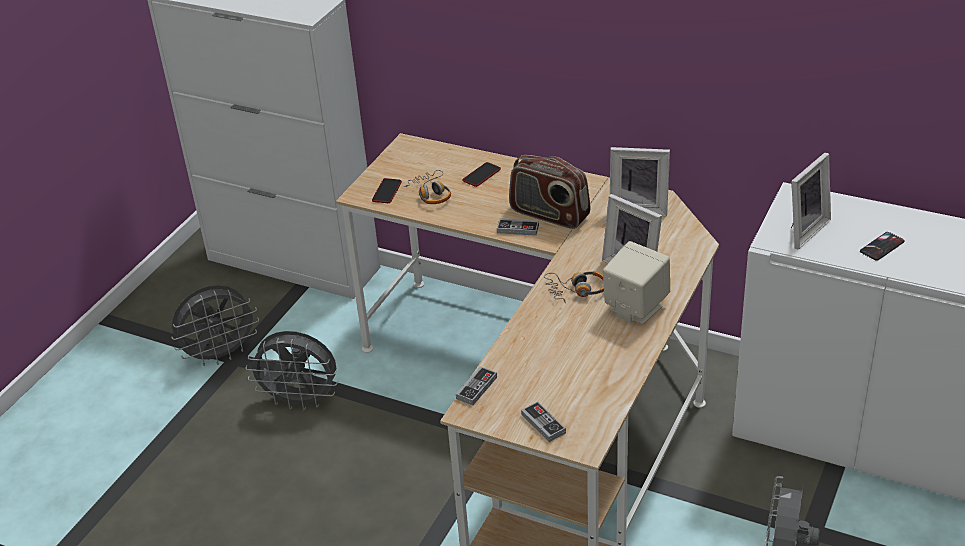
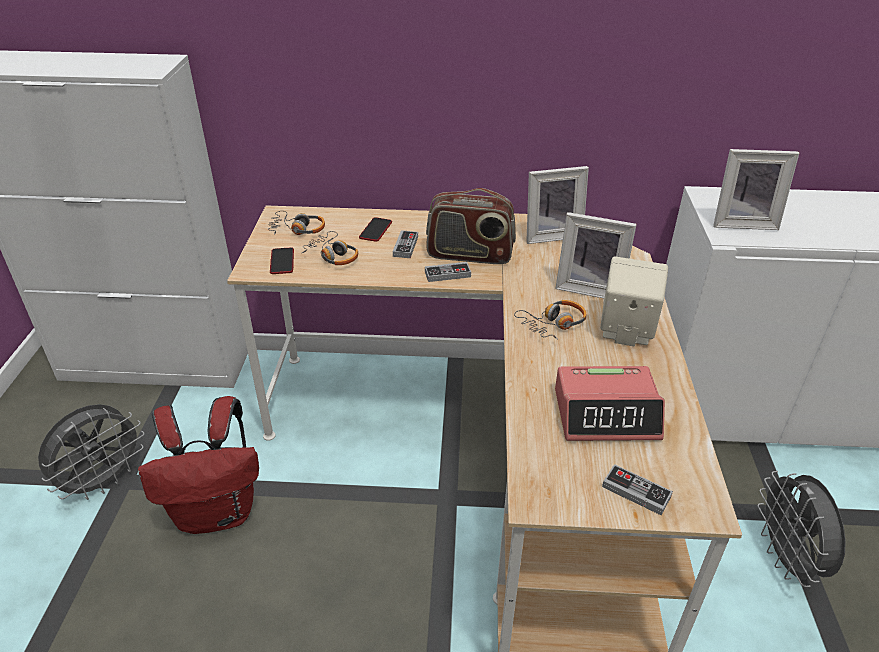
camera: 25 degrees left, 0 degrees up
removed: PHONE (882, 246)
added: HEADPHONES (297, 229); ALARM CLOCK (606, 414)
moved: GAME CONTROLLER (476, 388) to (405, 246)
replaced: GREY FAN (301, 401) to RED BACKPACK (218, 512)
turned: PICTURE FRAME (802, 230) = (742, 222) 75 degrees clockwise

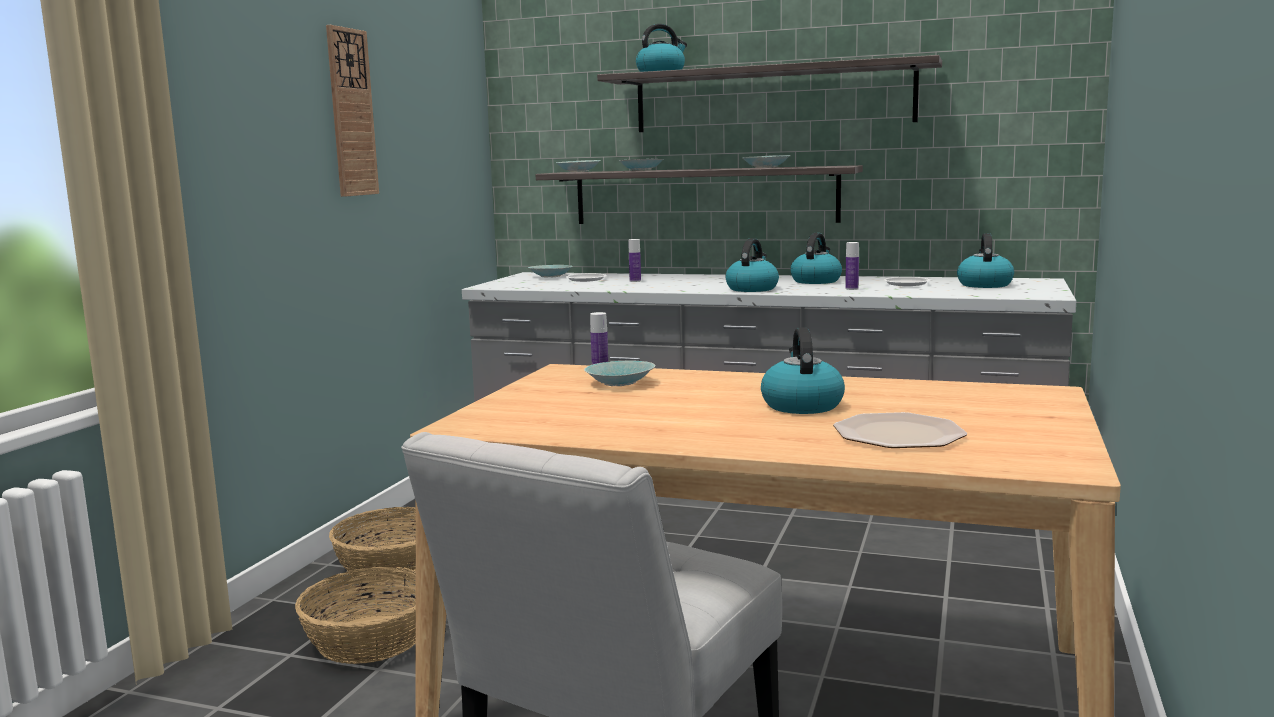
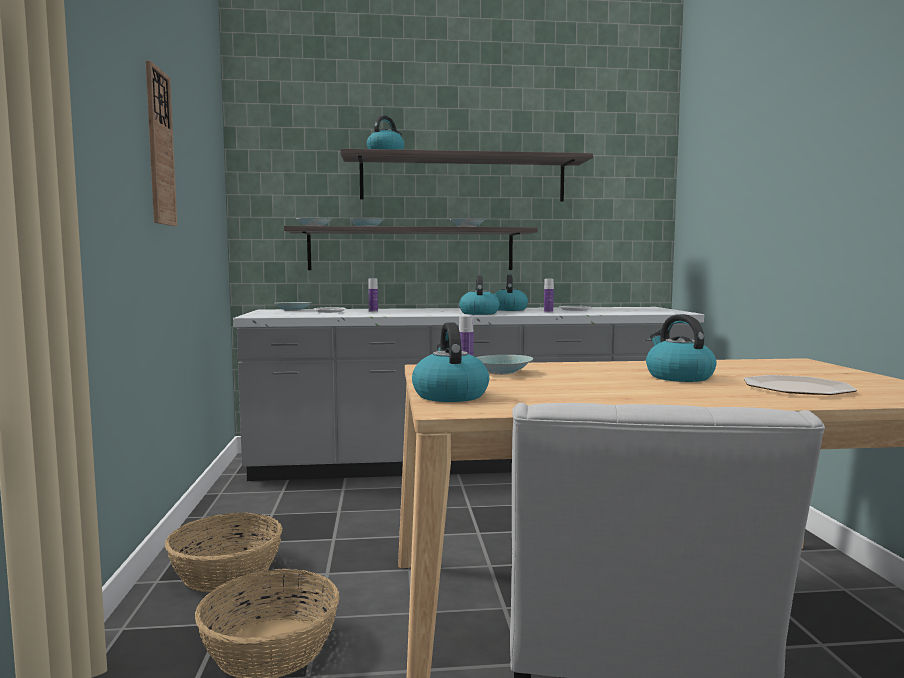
camera: 25 degrees left, 5 degrees down
moved: KETTLE (984, 285) to (449, 395)

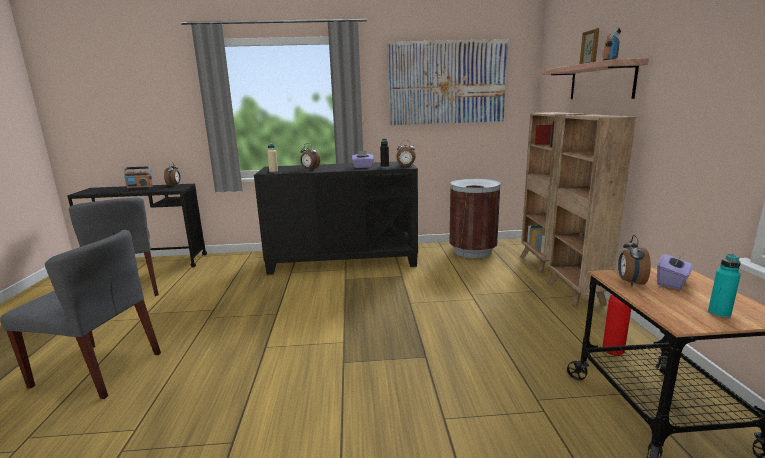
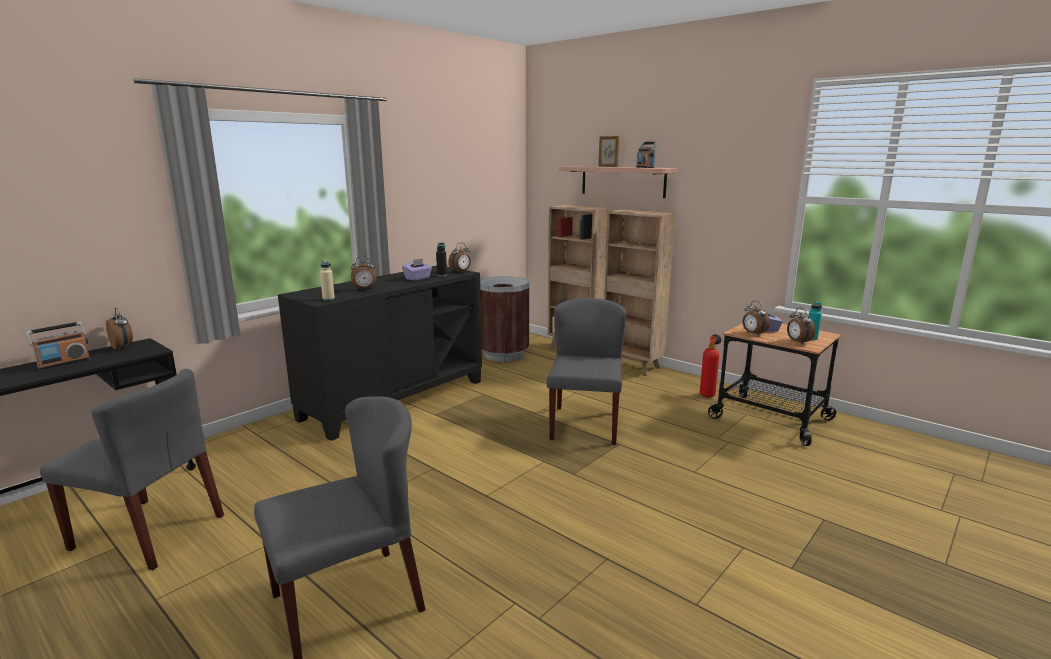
camera: 45 degrees left, 0 degrees up
removed: PICTURE (446, 83)
added: GREY CHAIR (585, 424); ALARM CLOCK (797, 342)

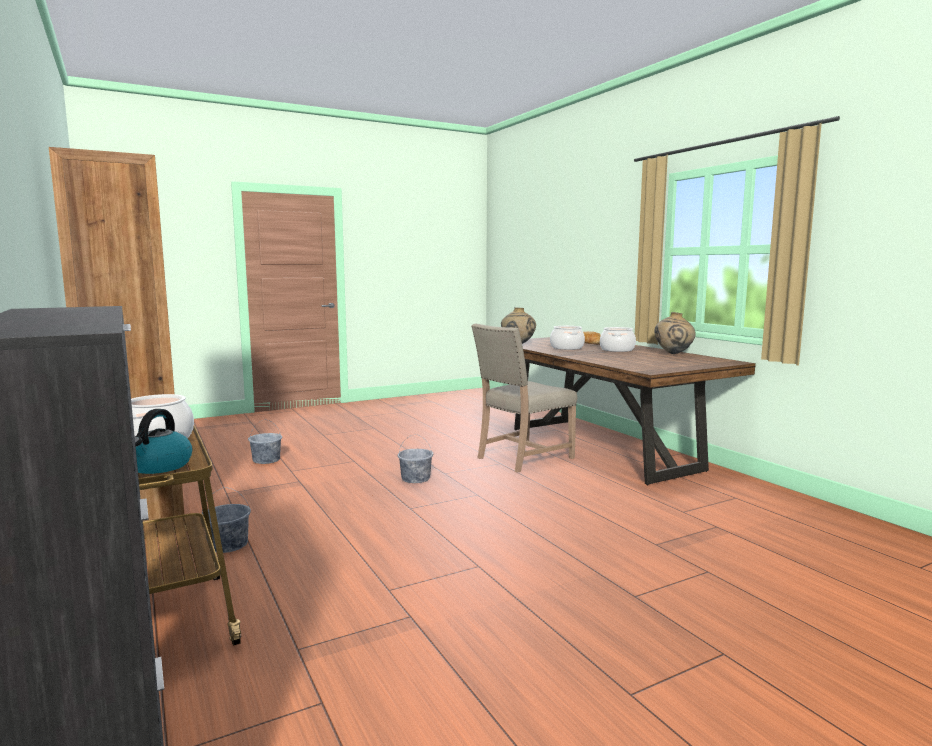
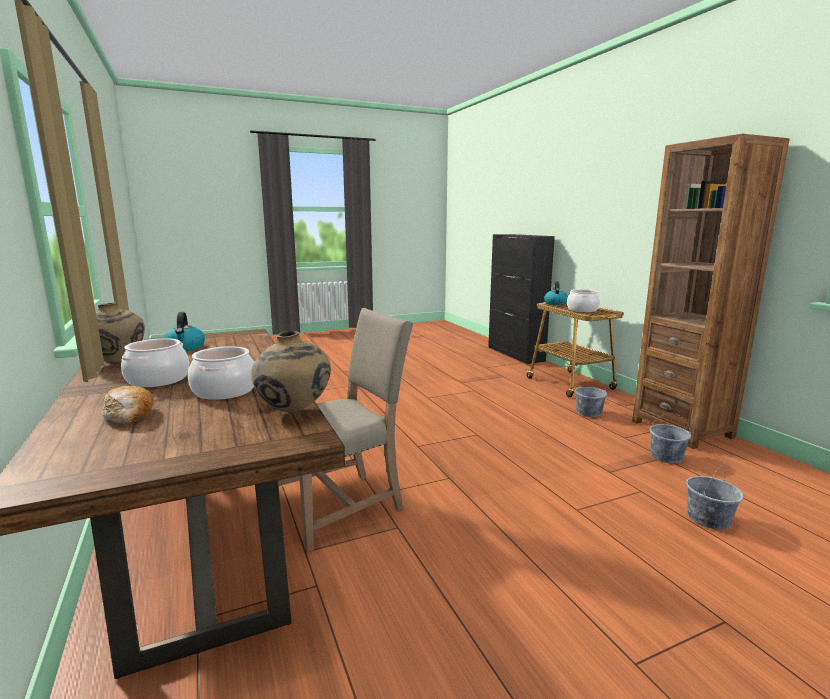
camera: 175 degrees left, 5 degrees up
added: KETTLE (185, 348)
moved: GREY BUCKET (415, 478) to (666, 457)

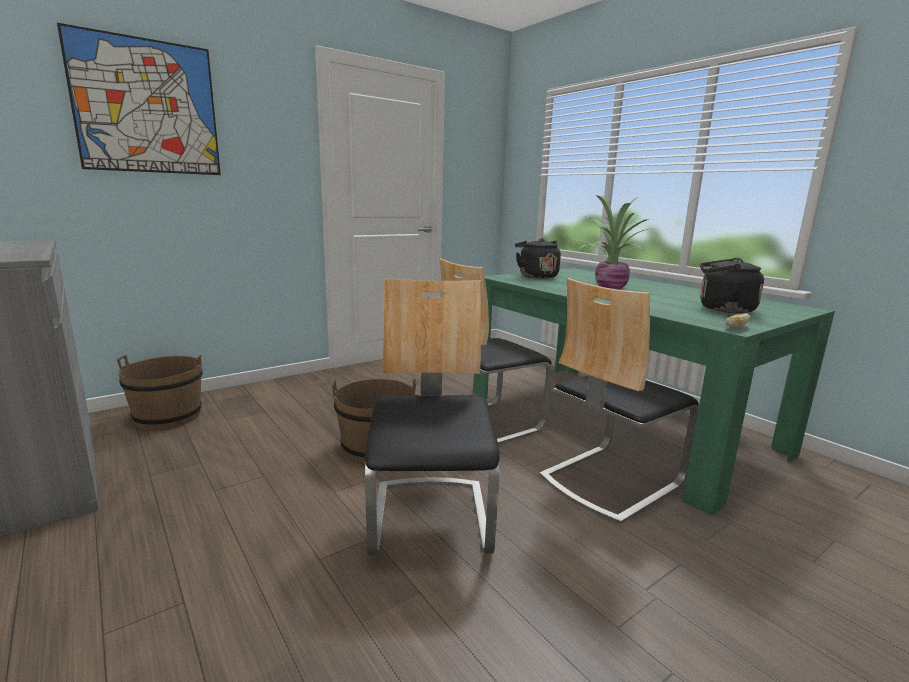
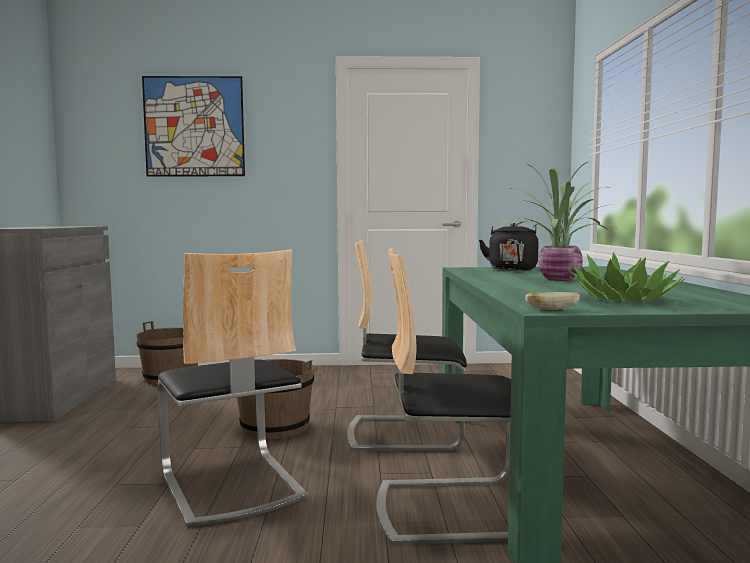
camera: 35 degrees right, 10 degrees down
replaced: BLACK KETTLE (722, 309) to POTTED PLANT (623, 299)
turned: CHAIR (431, 518) = (230, 485) 120 degrees clockwise

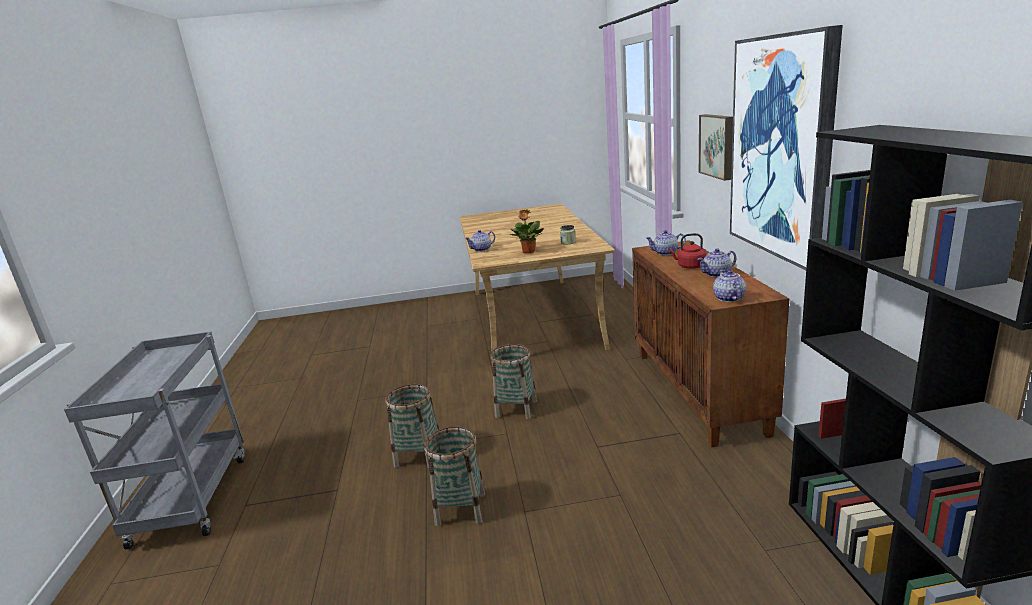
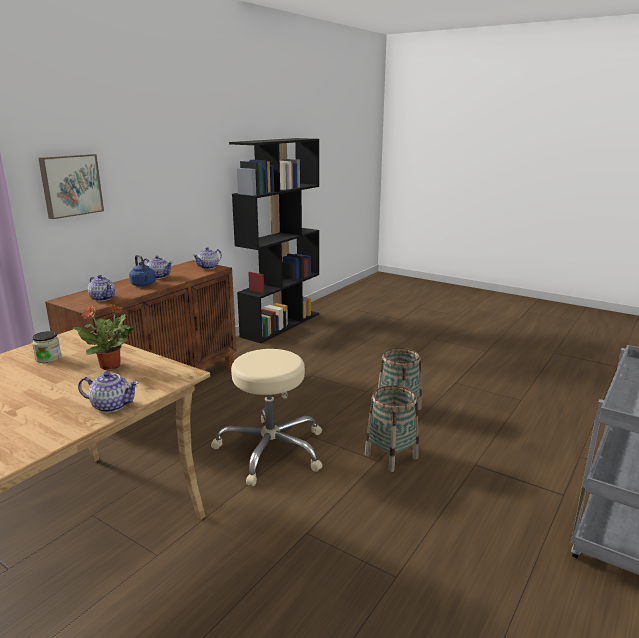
camera: 140 degrees left, 0 degrees up
removed: PICTURE (781, 147)
replaced: BASKET (516, 409) to BEIGE STOOL (272, 450)
recoloured: RED KETTLE (689, 266) to BLUE KETTLE (143, 285)

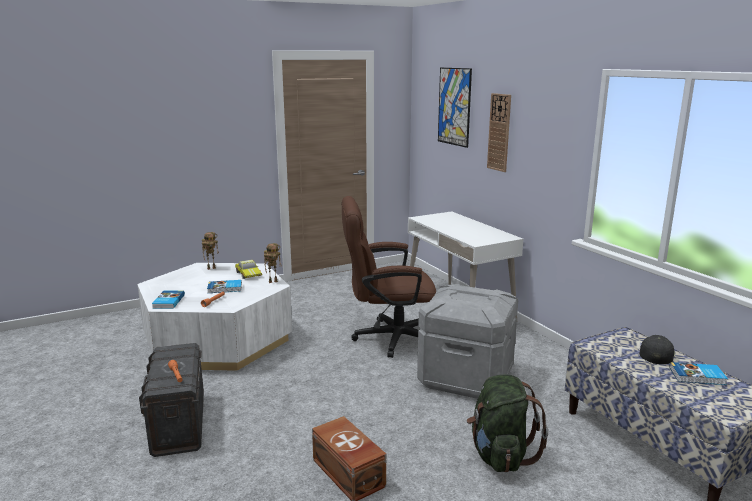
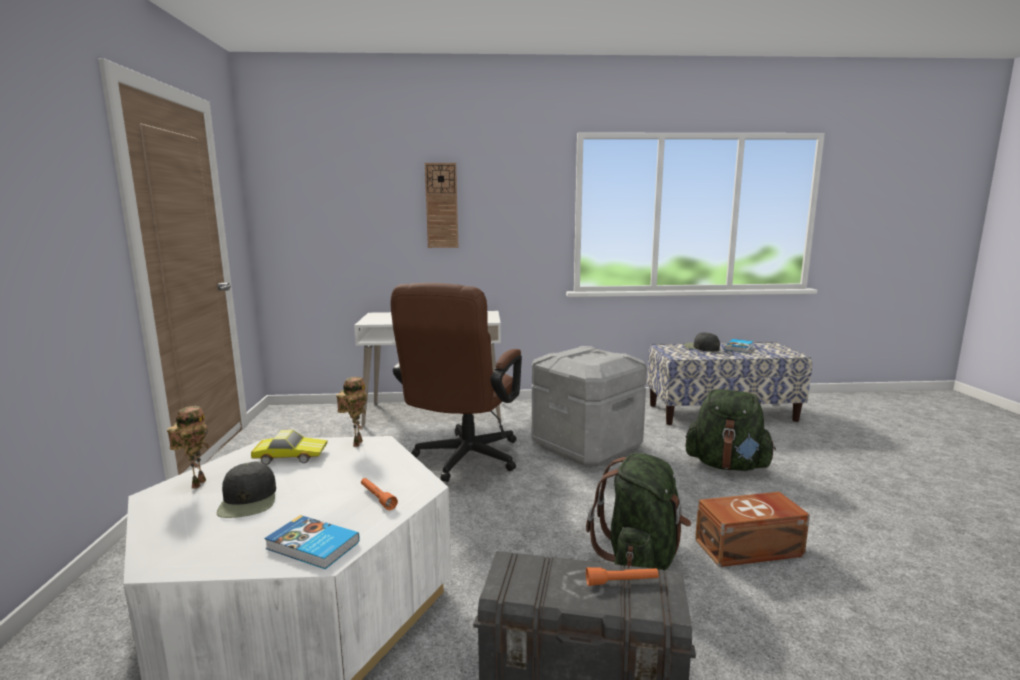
camera: 65 degrees left, 5 degrees down
removed: BOOK (225, 288); PICTURE (454, 106)
added: BLACK CAP (249, 500); GREEN BACKPACK (640, 558)

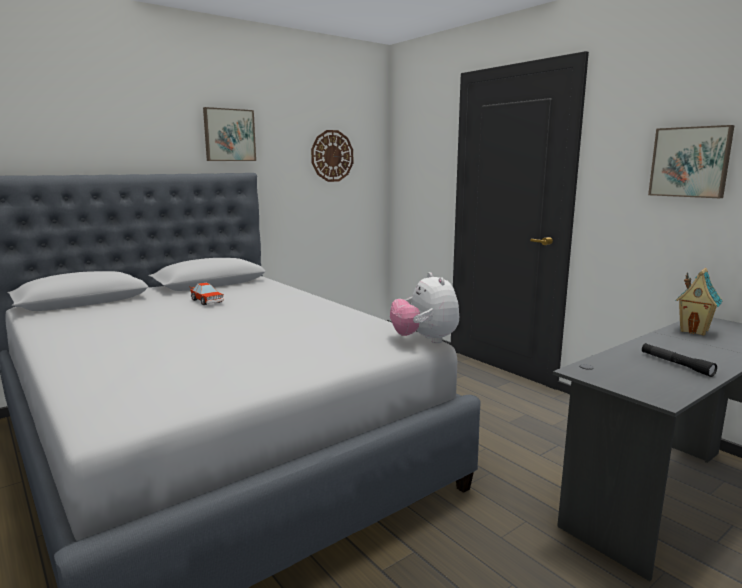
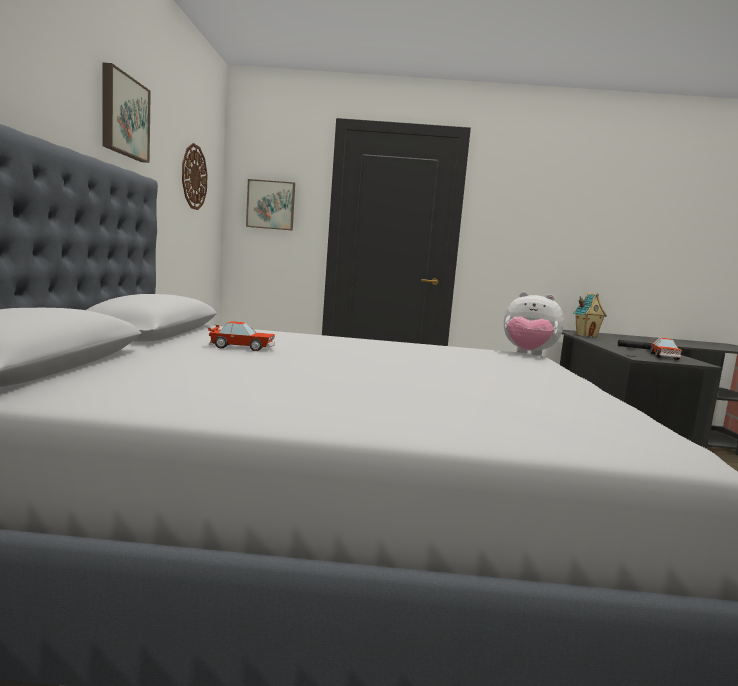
camera: 50 degrees left, 5 degrees down
added: TOY CAR (664, 356)
moved: PICTURE (690, 162) to (271, 205)

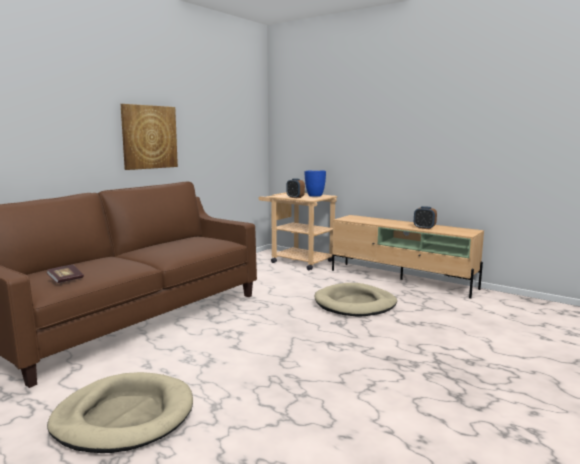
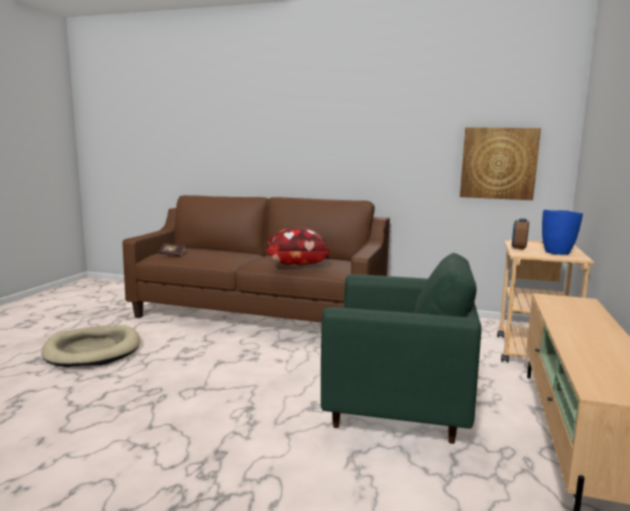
camera: 70 degrees right, 0 degrees up
removed: ALARM CLOCK (424, 228)
added: PILLOW (296, 263)
moved: PICTURE (149, 137) to (498, 163)
replaced: BEIGE DOG BED (355, 304) to GREEN ARMCHAIR (397, 410)

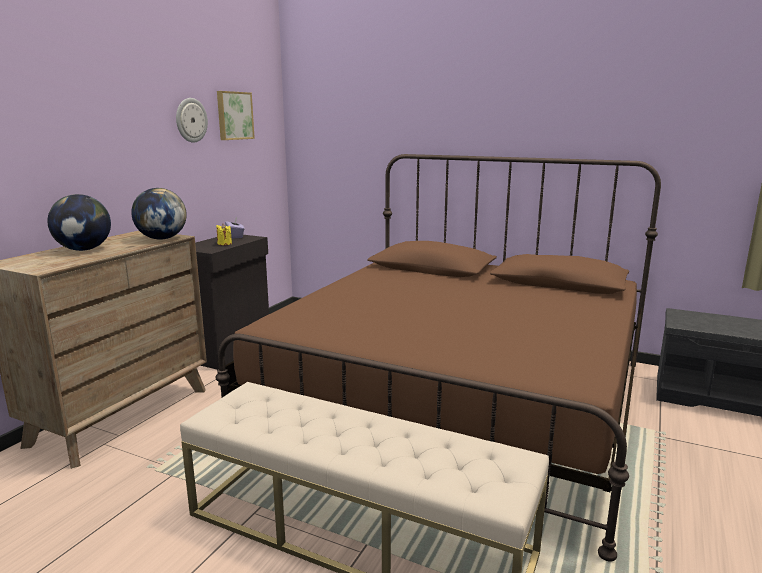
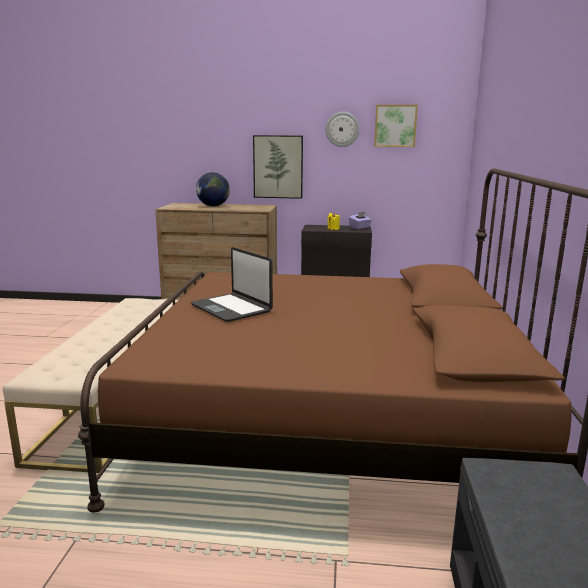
camera: 70 degrees right, 0 degrees up
removed: GLOBE (162, 238)
added: LAPTOP (232, 308); PICTURE (278, 167)

